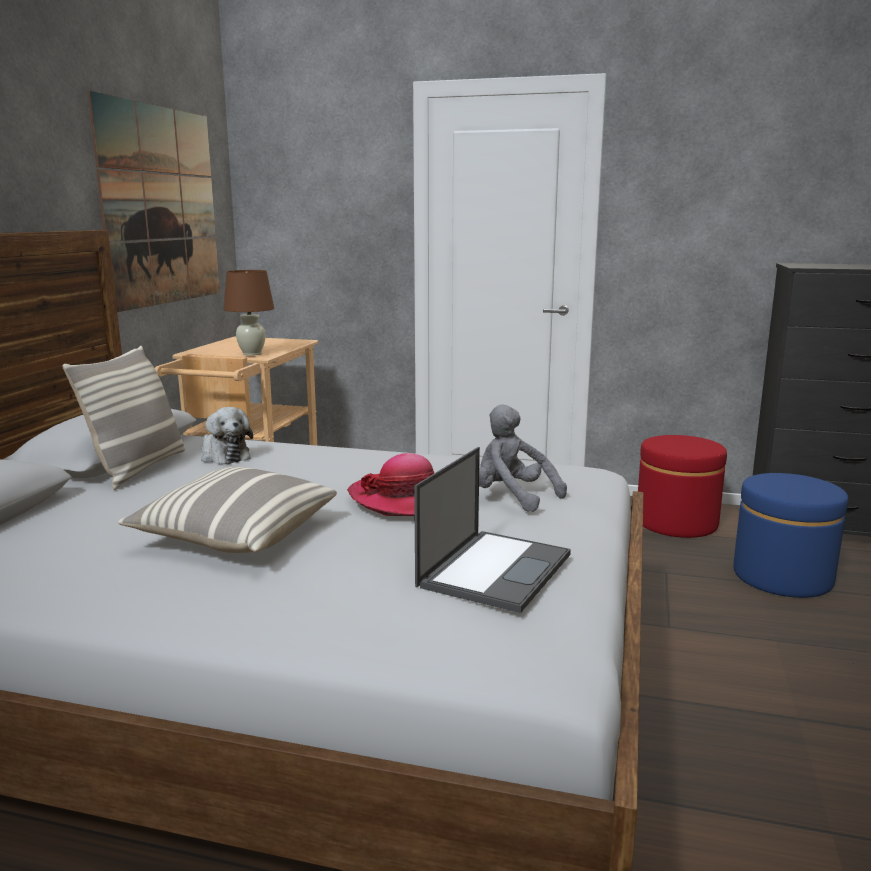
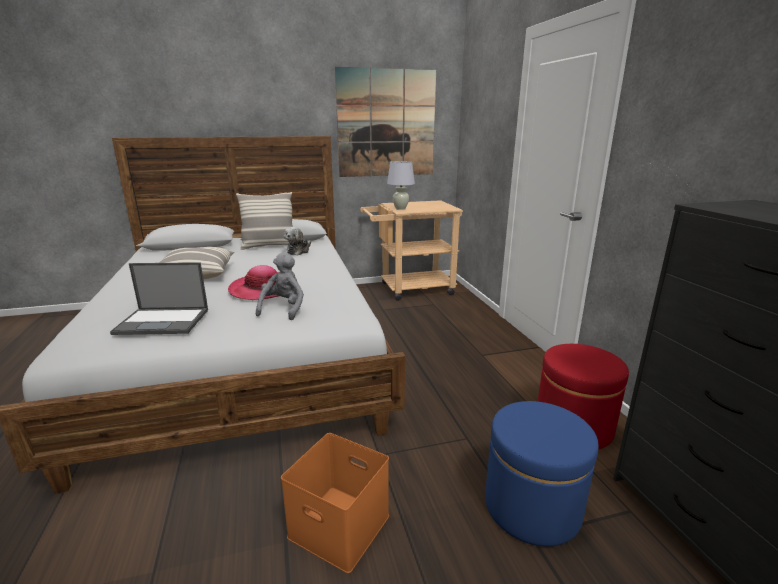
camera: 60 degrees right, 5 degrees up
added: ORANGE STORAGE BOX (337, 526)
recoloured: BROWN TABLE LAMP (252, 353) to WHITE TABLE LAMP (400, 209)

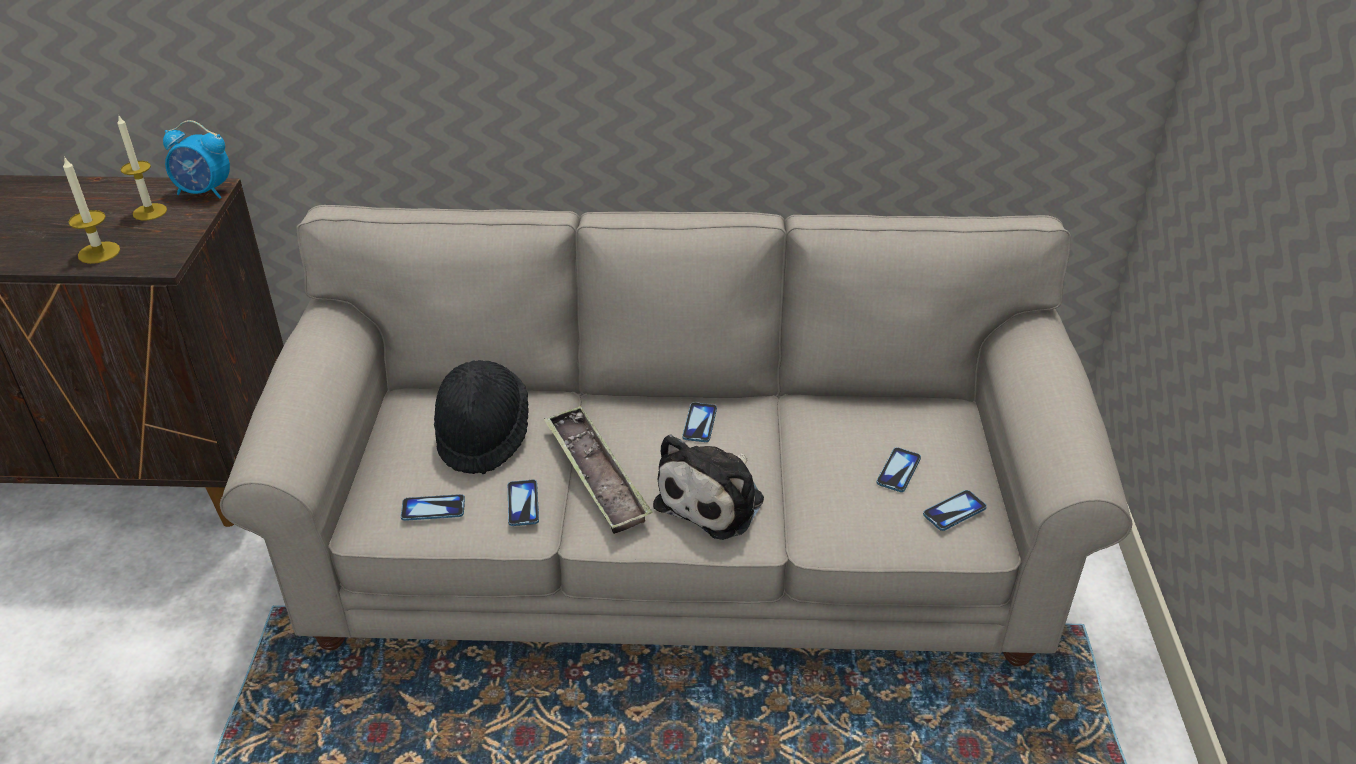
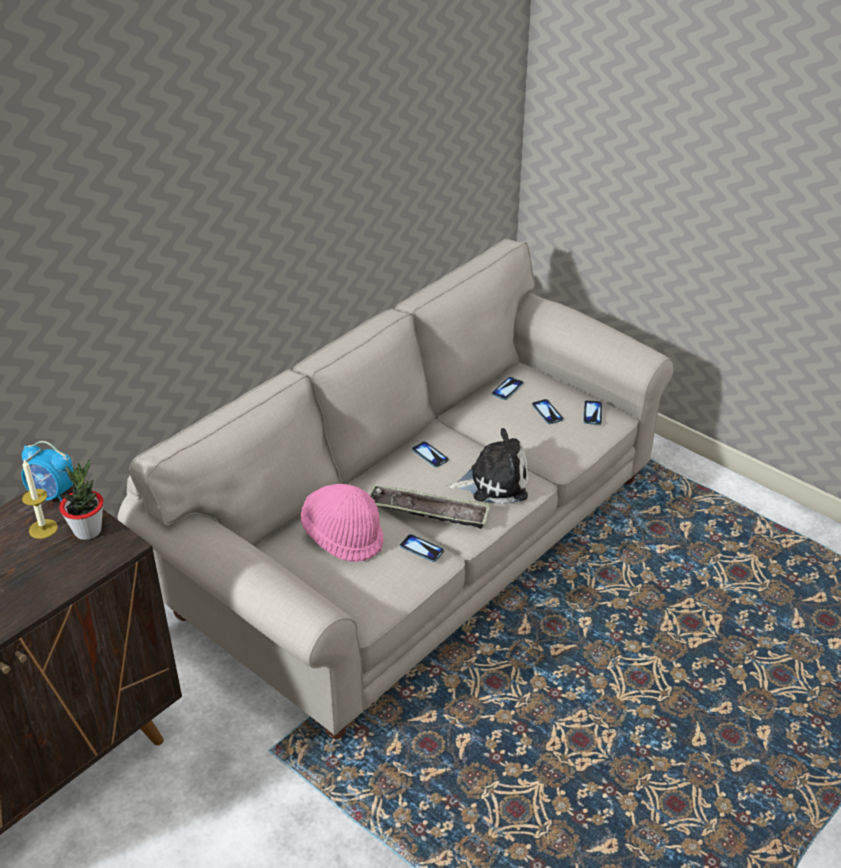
camera: 50 degrees left, 0 degrees up
removed: CANDLE (99, 252)
added: POTTED PLANT (88, 530)
moved: PHONE (433, 509) to (507, 389)
recoloured: BLACK HAT (482, 435) to PINK HAT (343, 536)
turned: ALARM CLOCK (204, 192) = (53, 495) 60 degrees clockwise; PLUSH TOY (714, 500) = (494, 482) 75 degrees counterclockwise

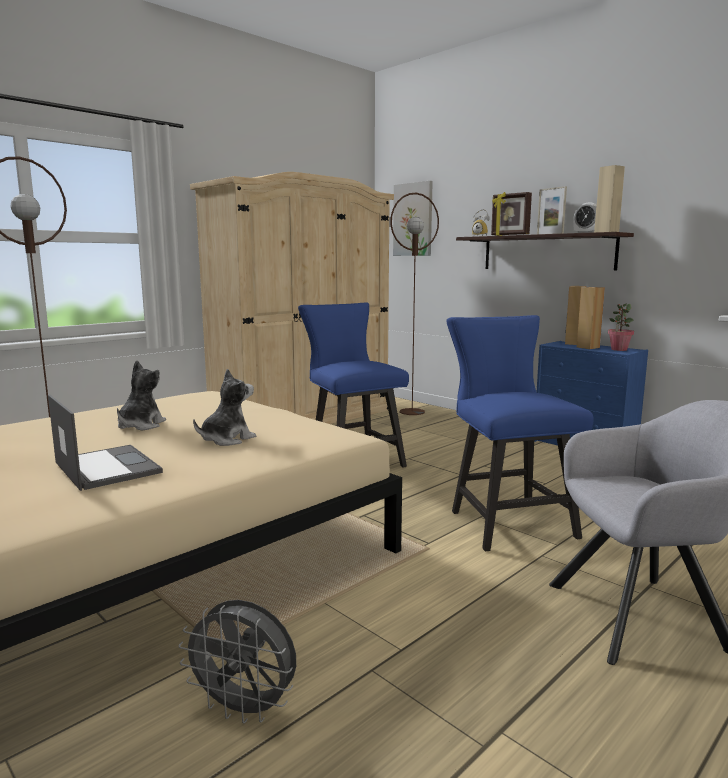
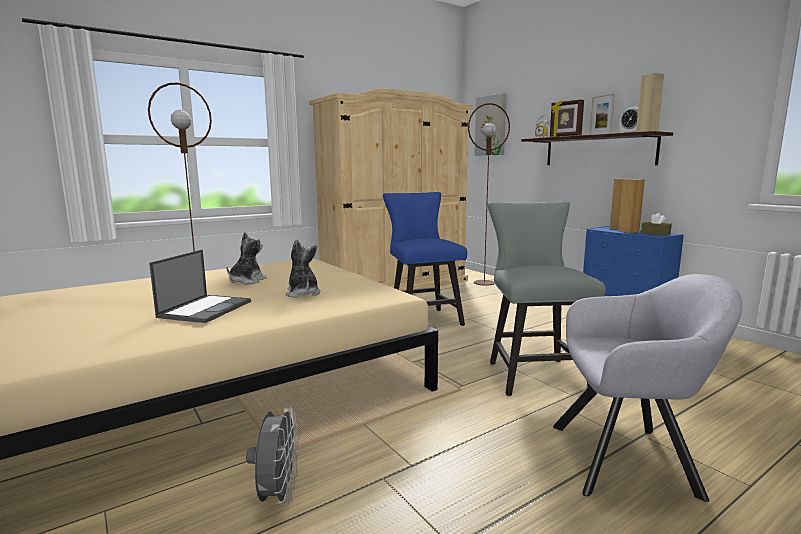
camera: 10 degrees right, 0 degrees up
replaced: POTTED PLANT (618, 349) to BROWN TISSUE BOX (655, 233)
recoloured: BLUE CHAIR (506, 521) to GREY CHAIR (534, 373)
turned: LAPTOP (106, 467) = (206, 309) 45 degrees clockwise; GREY FAN (245, 709) = (278, 496) 120 degrees counterclockwise; PLUSH TOY (227, 439) = (302, 293) 75 degrees counterclockwise

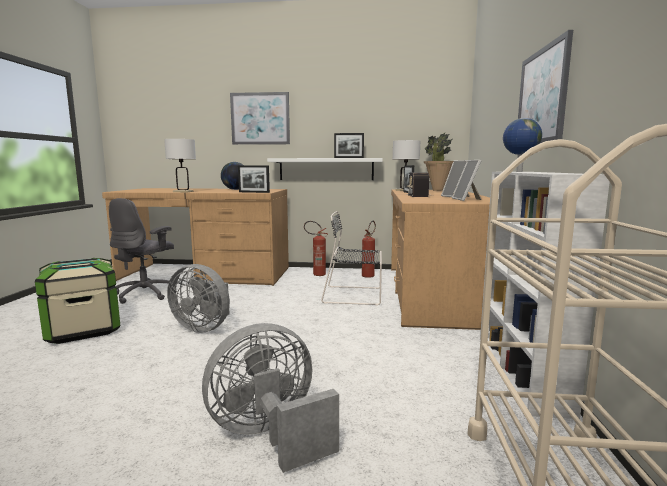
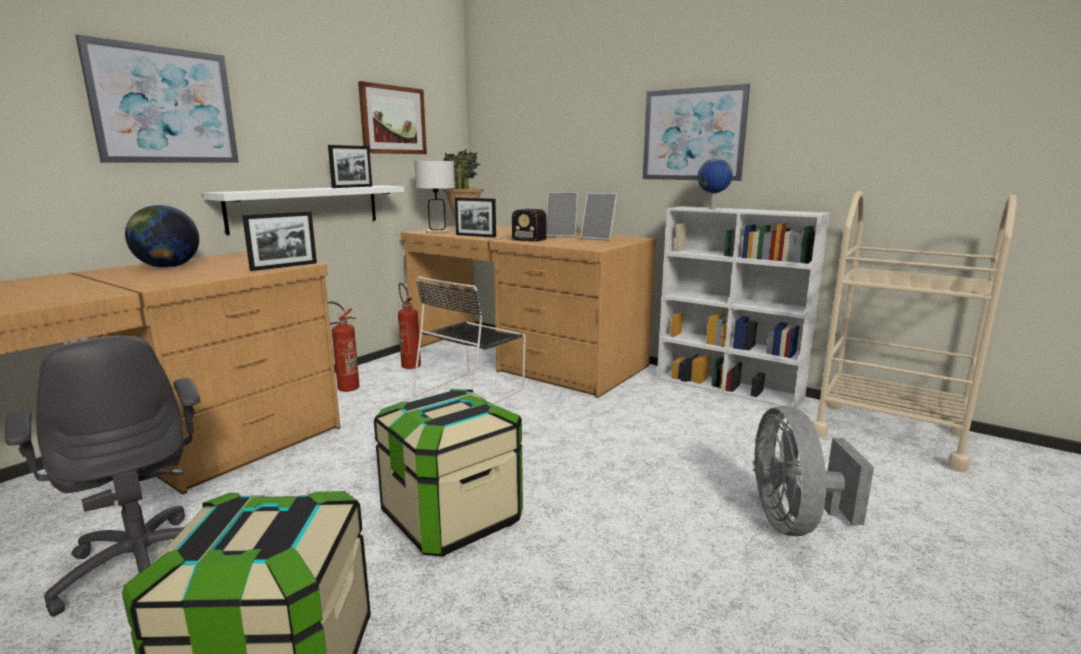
camera: 60 degrees left, 5 degrees up
removed: WHITE TABLE LAMP (183, 191)
added: PICTURE (393, 120)
replaced: GREY FAN (204, 327) to STORAGE BOX (452, 518)

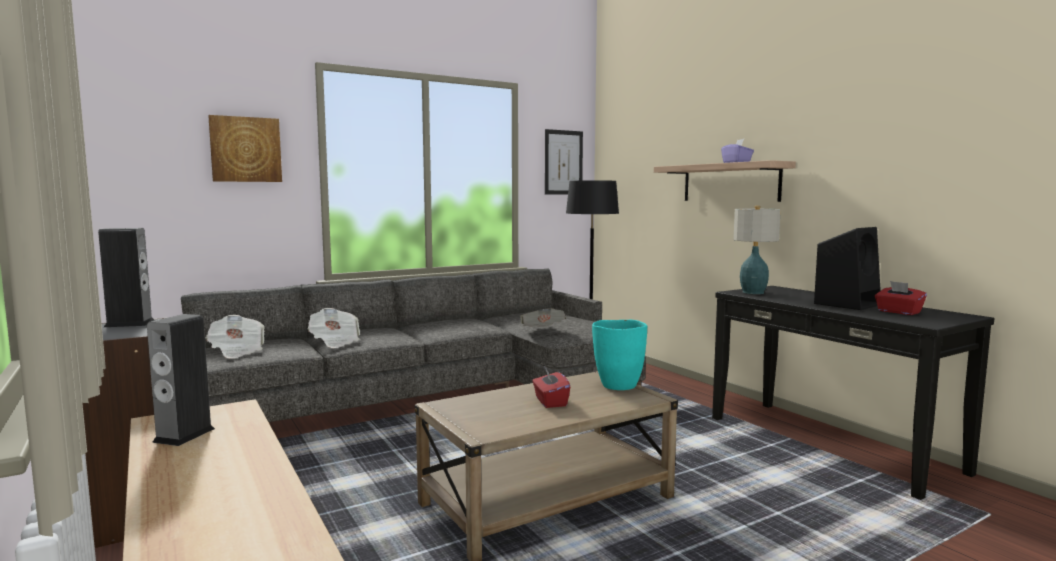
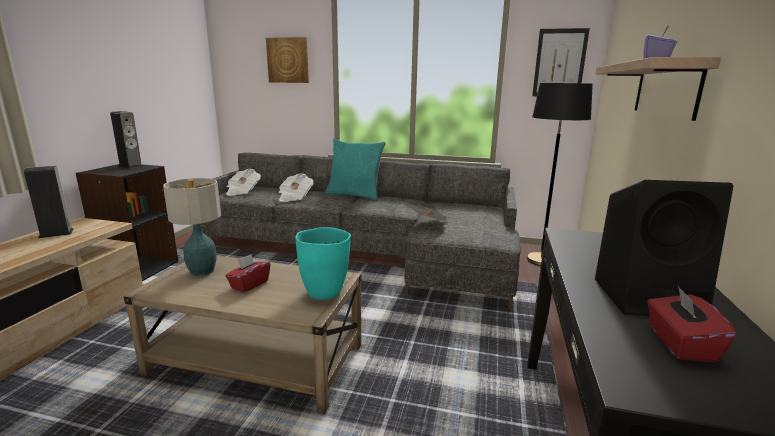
camera: 45 degrees right, 10 degrees up
added: TURQUOISE PILLOW (354, 195)
moved: TABLE LAMP (752, 292) to (202, 271)

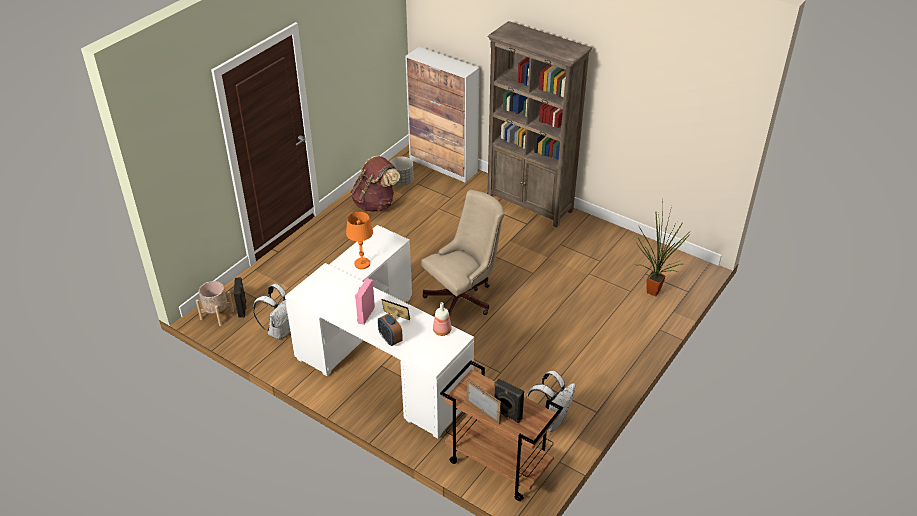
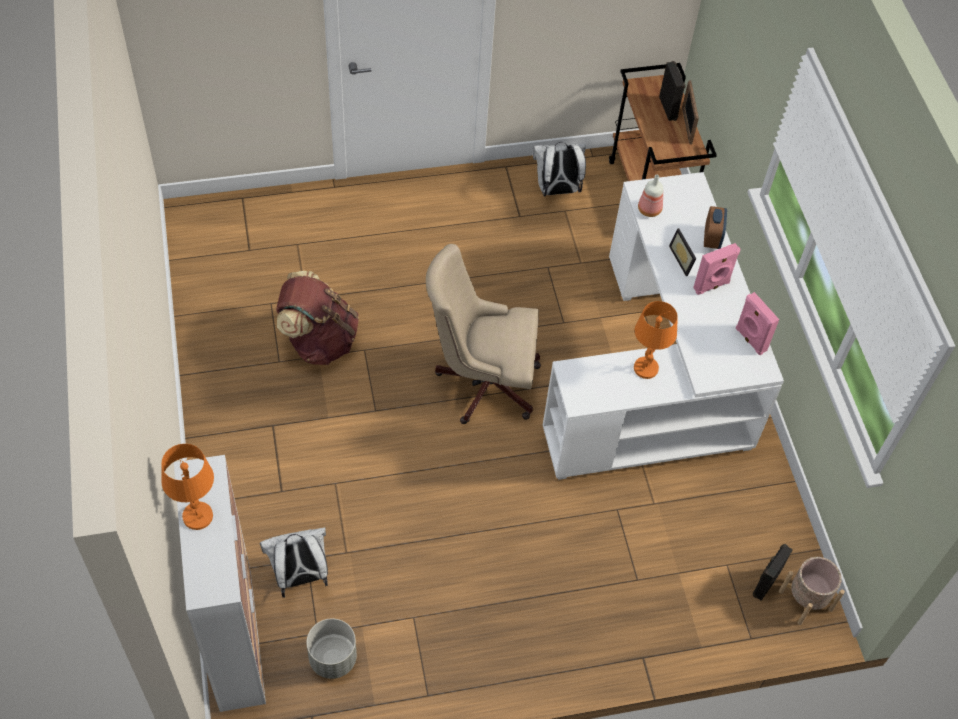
camera: 140 degrees left, 15 degrees up
removed: BROWN BOOKCASE (530, 204); POTTED PLANT (654, 290)
added: ORANGE TABLE LAMP (198, 516); PINK SPEAKER (750, 340)
moved: WHITE BACKPACK (281, 330) to (300, 577); BROWN BACKPACK (375, 204) to (319, 341)

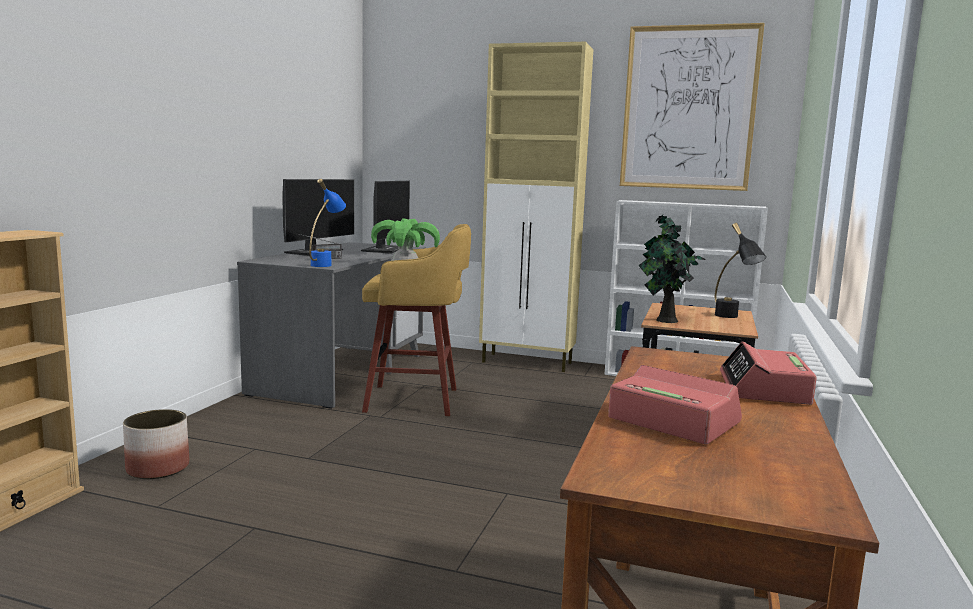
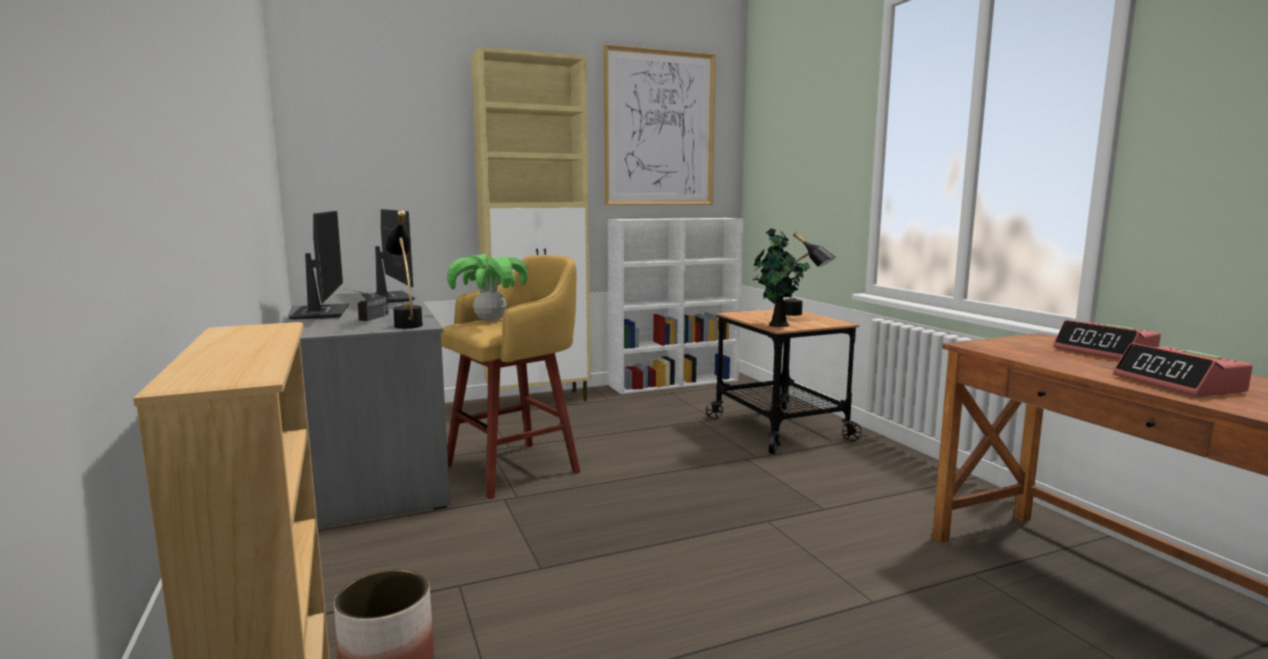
camera: 40 degrees left, 0 degrees up
recoloured: BLUE TABLE LAMP (326, 264) to BLACK TABLE LAMP (406, 324)
turned: ALARM CLOCK (672, 420) = (1179, 384) 105 degrees counterclockwise

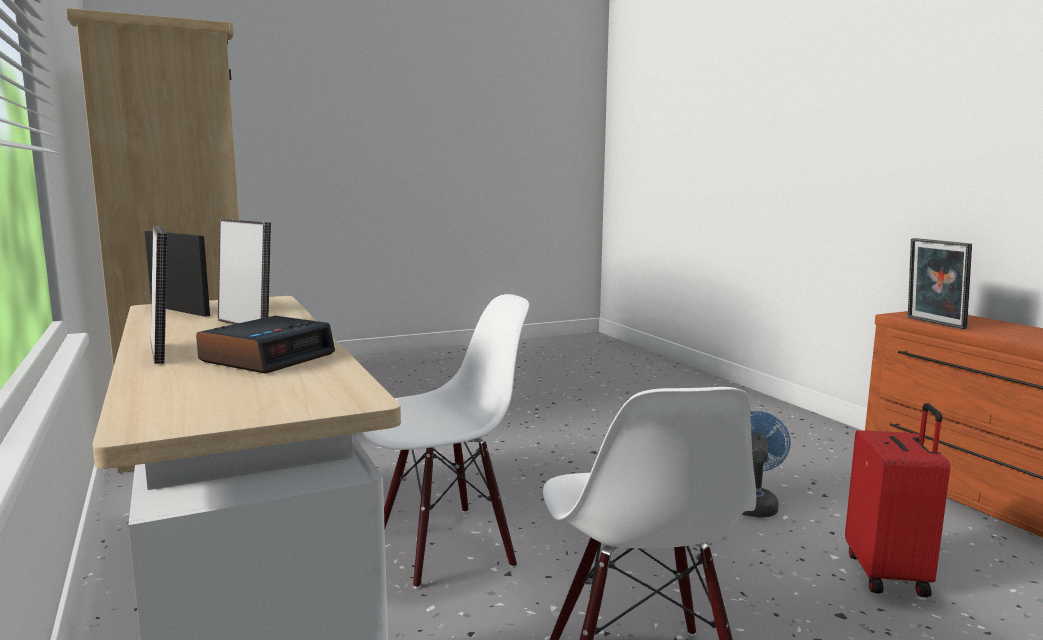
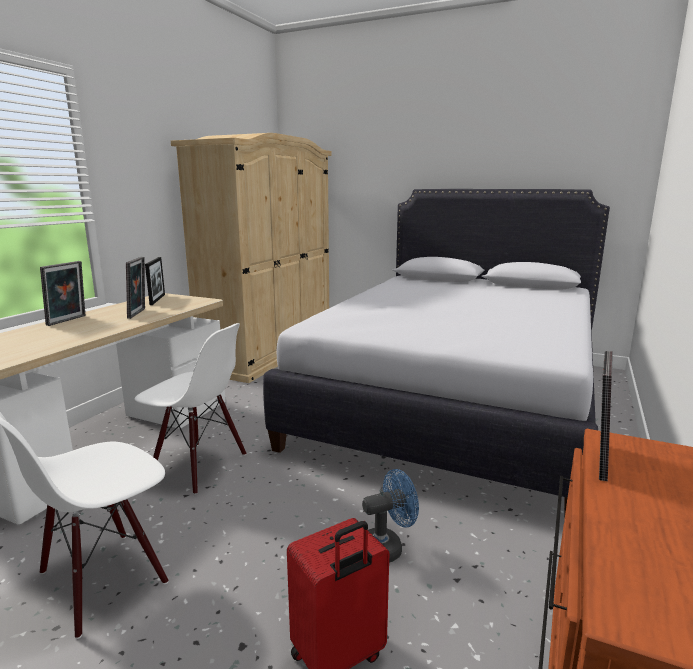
camera: 50 degrees right, 5 degrees up
removed: ALARM CLOCK (268, 357)
added: WHITE BED (455, 400)

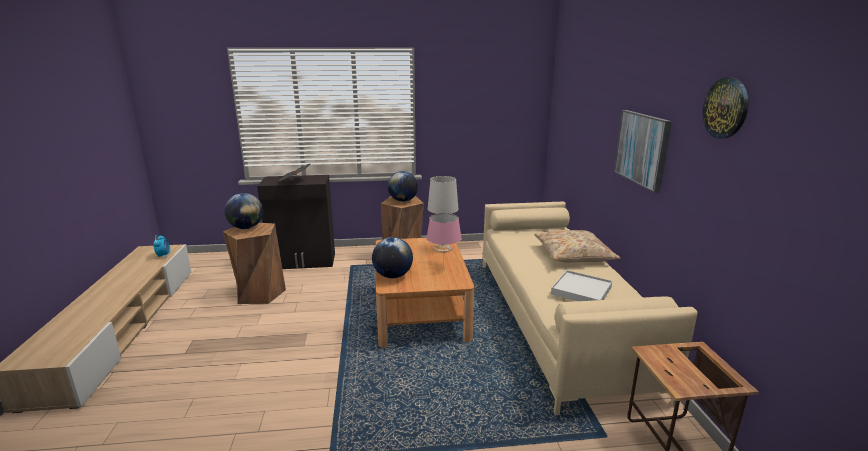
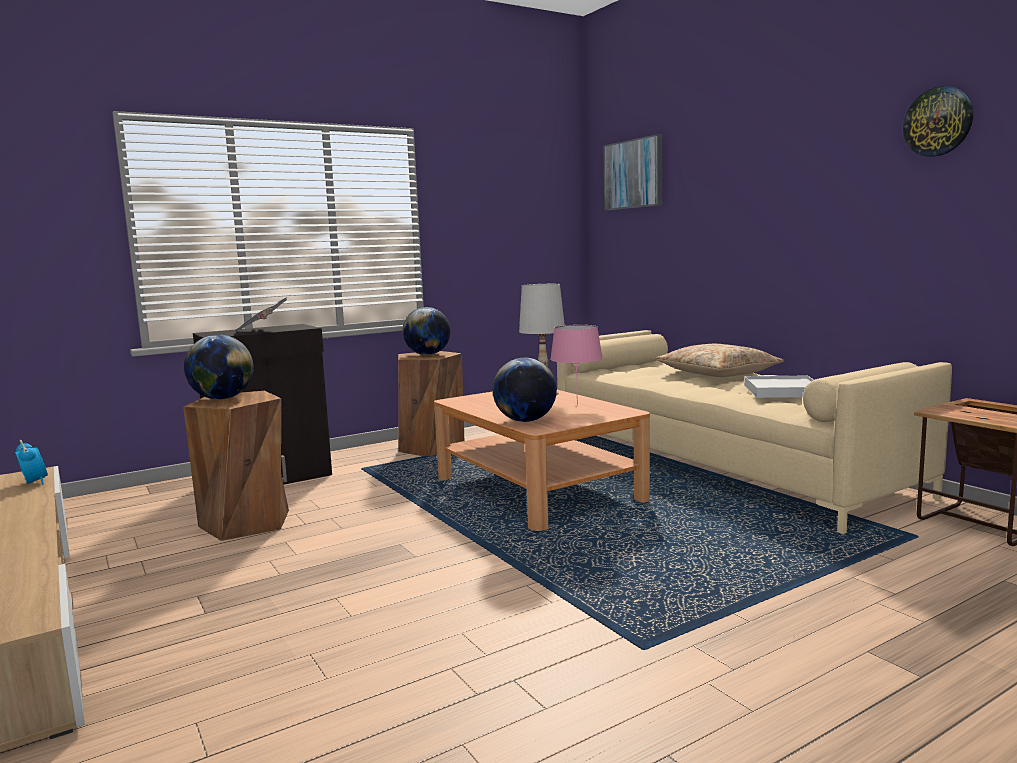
camera: 25 degrees left, 10 degrees down
moved: PICTURE (642, 149) to (633, 174)

